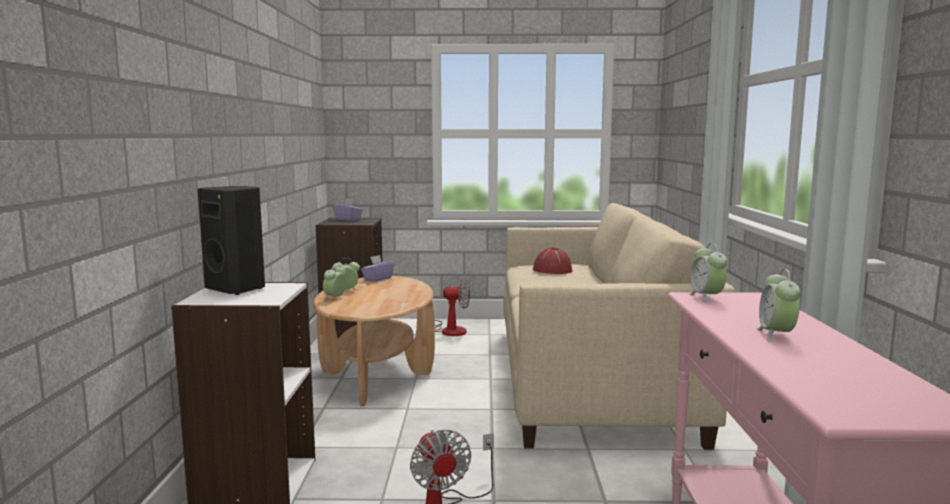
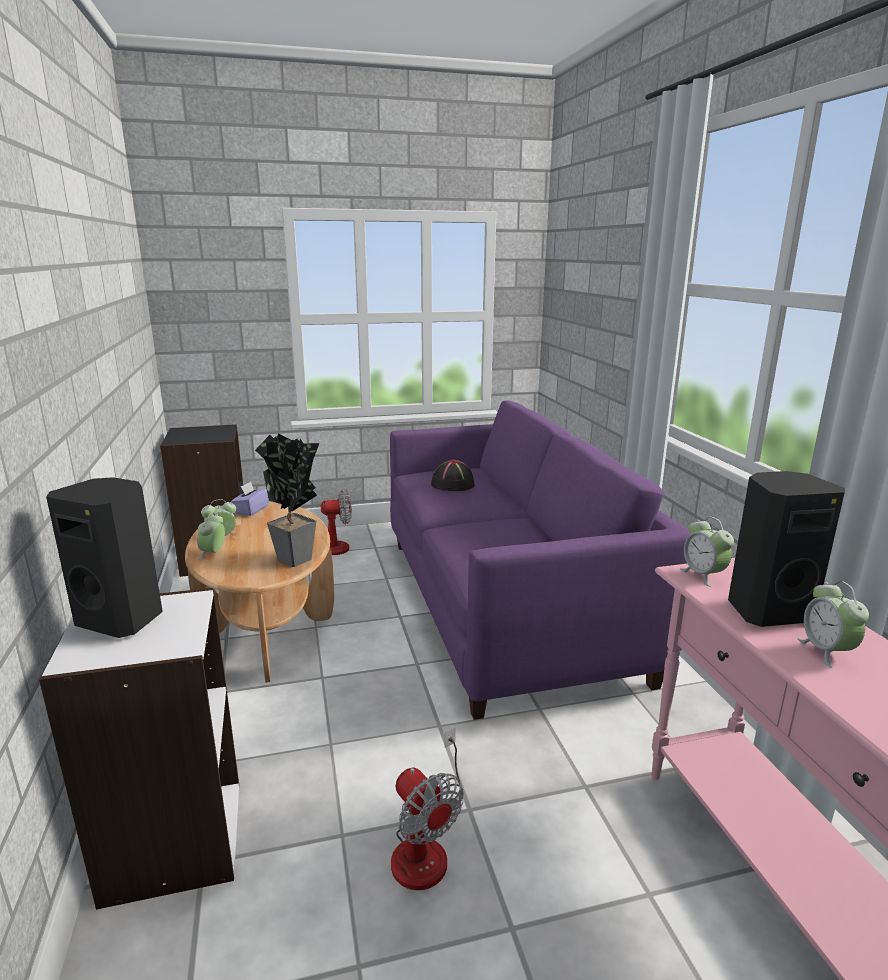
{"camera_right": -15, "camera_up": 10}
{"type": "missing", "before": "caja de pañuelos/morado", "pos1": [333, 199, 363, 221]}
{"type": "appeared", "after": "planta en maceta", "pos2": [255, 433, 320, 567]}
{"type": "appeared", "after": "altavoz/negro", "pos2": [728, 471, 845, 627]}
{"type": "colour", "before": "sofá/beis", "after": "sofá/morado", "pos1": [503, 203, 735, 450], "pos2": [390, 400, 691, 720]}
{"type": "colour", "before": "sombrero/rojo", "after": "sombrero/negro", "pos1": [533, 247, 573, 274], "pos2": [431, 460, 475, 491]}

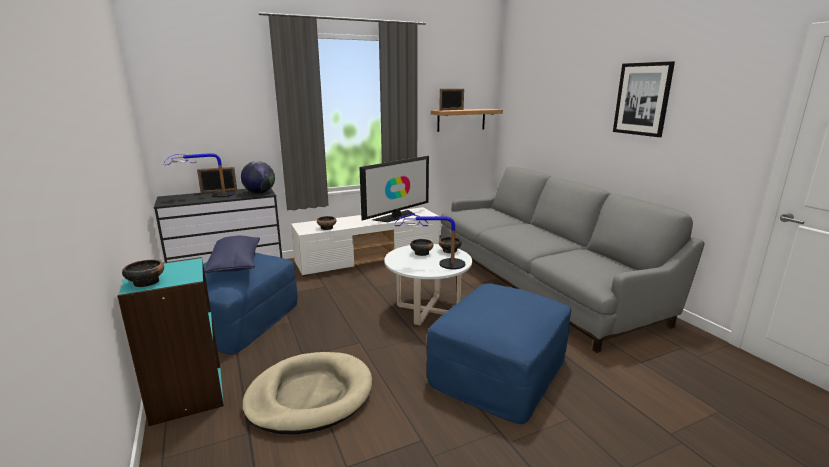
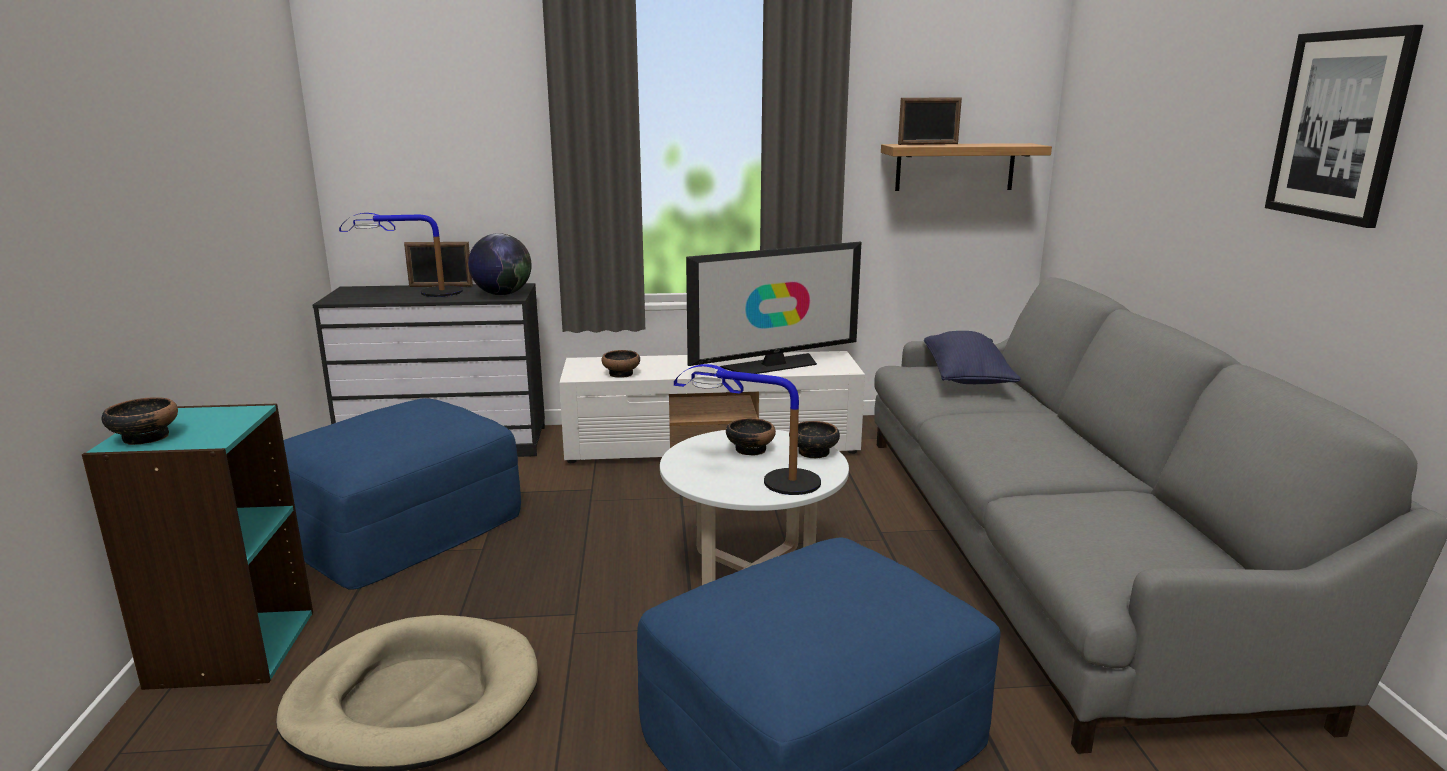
{"camera_right": 20, "camera_up": 0}
{"type": "relocated", "before": "cojín/azul", "pos1": [204, 236, 260, 273], "pos2": [924, 331, 1021, 384]}

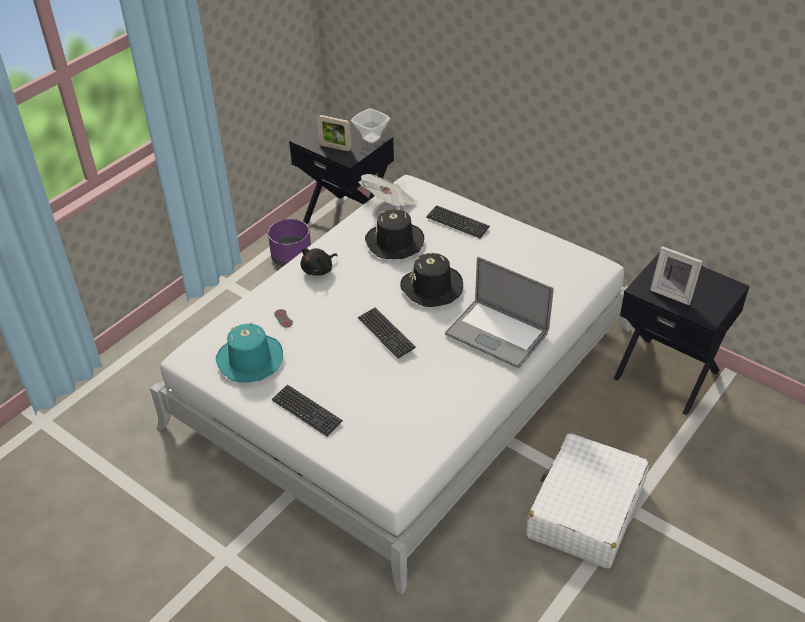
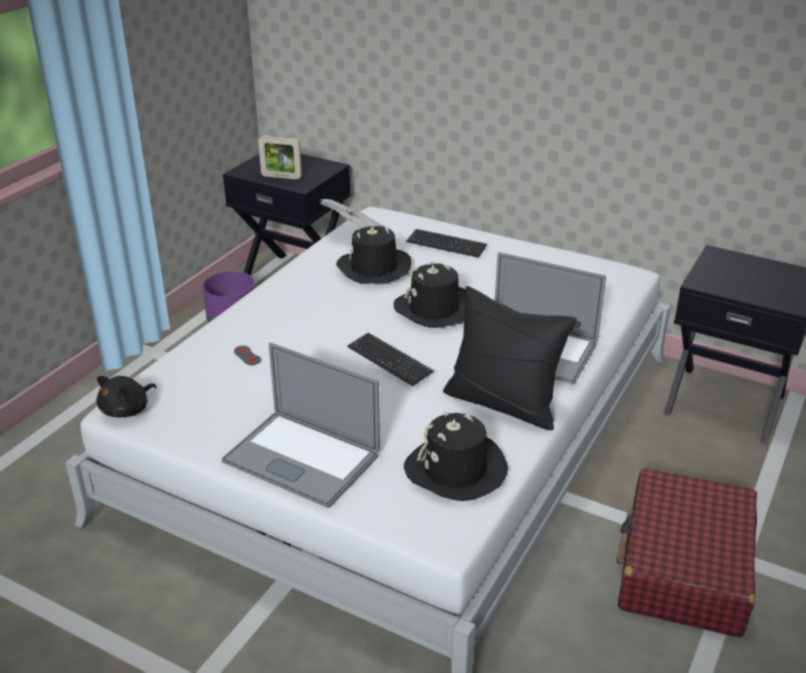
{"camera_right": -10, "camera_up": -10}
{"type": "missing", "before": "sombrero/turquesa", "pos1": [216, 322, 283, 383]}
{"type": "missing", "before": "cuenco", "pos1": [351, 108, 390, 144]}
{"type": "missing", "before": "portarretratos", "pos1": [650, 246, 703, 305]}
{"type": "appeared", "after": "sombrero/negro", "pos2": [404, 411, 508, 501]}
{"type": "appeared", "after": "cojín/negro", "pos2": [443, 286, 577, 430]}
{"type": "relocated", "before": "peluche/negro", "pos1": [300, 248, 338, 276], "pos2": [96, 376, 156, 417]}
{"type": "exchanged", "before": "teclado", "after": "portátil", "pos1": [272, 384, 343, 437], "pos2": [222, 343, 380, 508]}
{"type": "colour", "before": "maleta/blanco", "after": "maleta/rojo", "pos1": [526, 433, 649, 569], "pos2": [617, 468, 757, 637]}

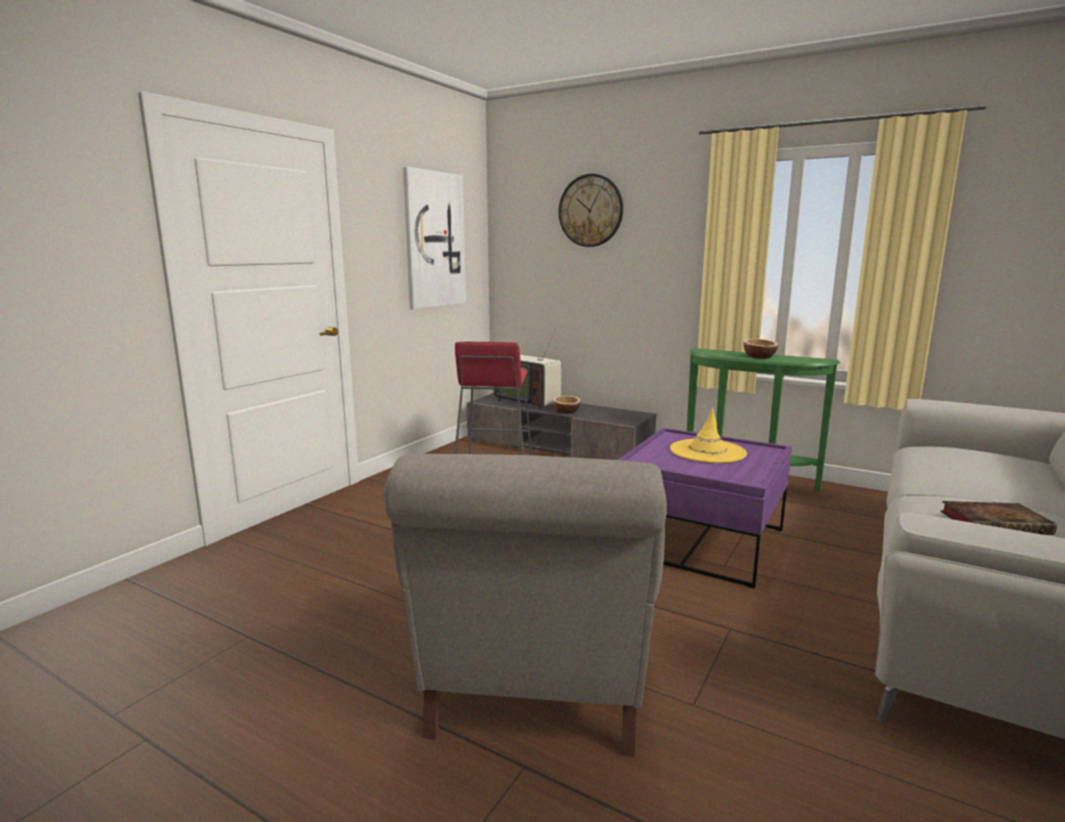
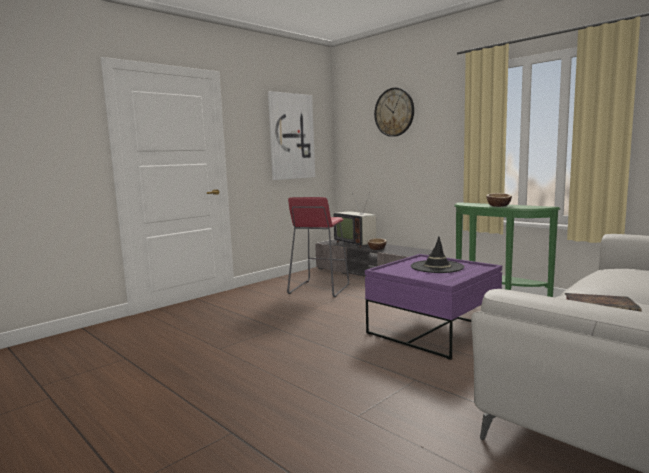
{"camera_right": 15, "camera_up": -5}
{"type": "missing", "before": "sillón/gris", "pos1": [384, 454, 667, 757]}
{"type": "colour", "before": "sombrero/amarillo", "after": "sombrero/negro", "pos1": [670, 408, 747, 463], "pos2": [411, 236, 465, 273]}

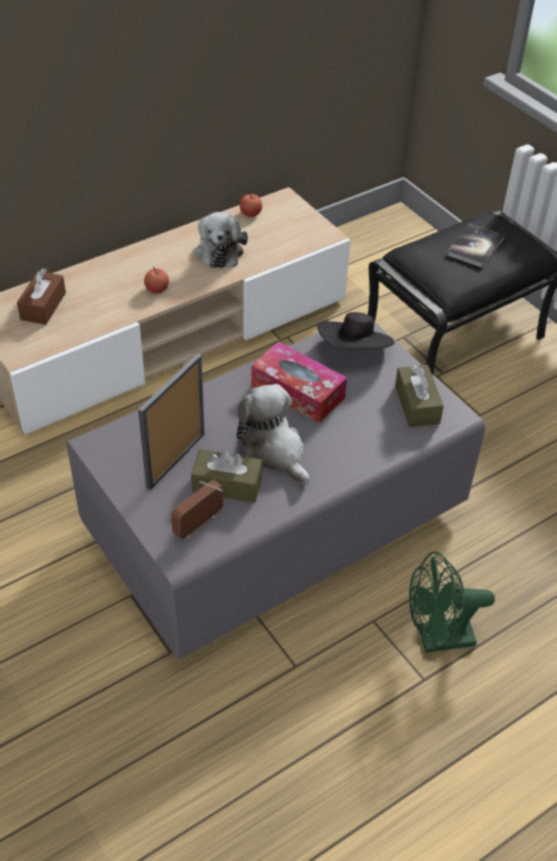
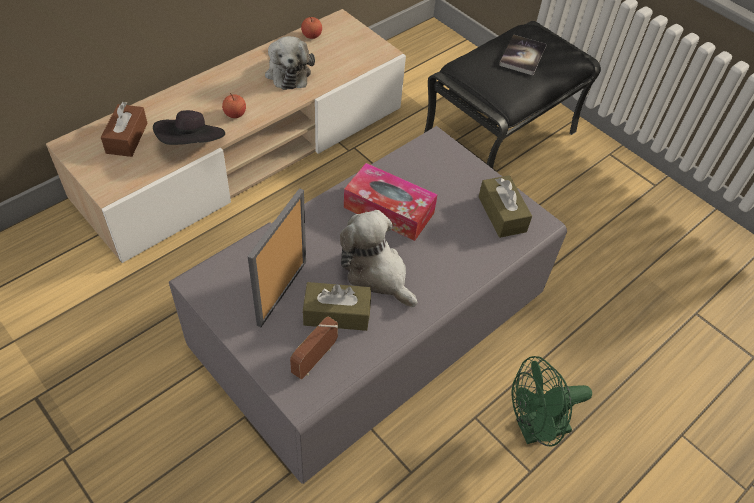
{"camera_right": -10, "camera_up": 5}
{"type": "relocated", "before": "sombrero/negro", "pos1": [317, 312, 395, 349], "pos2": [153, 110, 225, 145]}

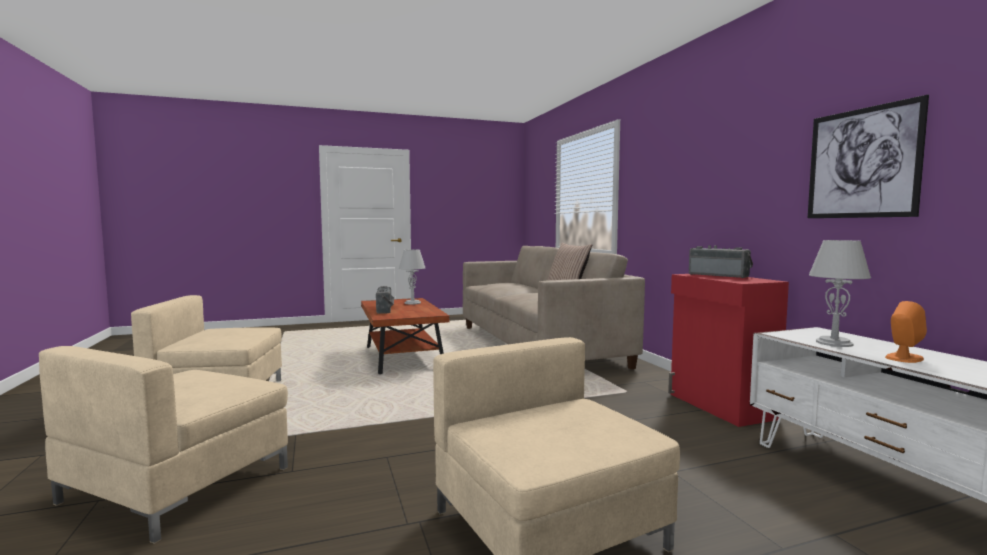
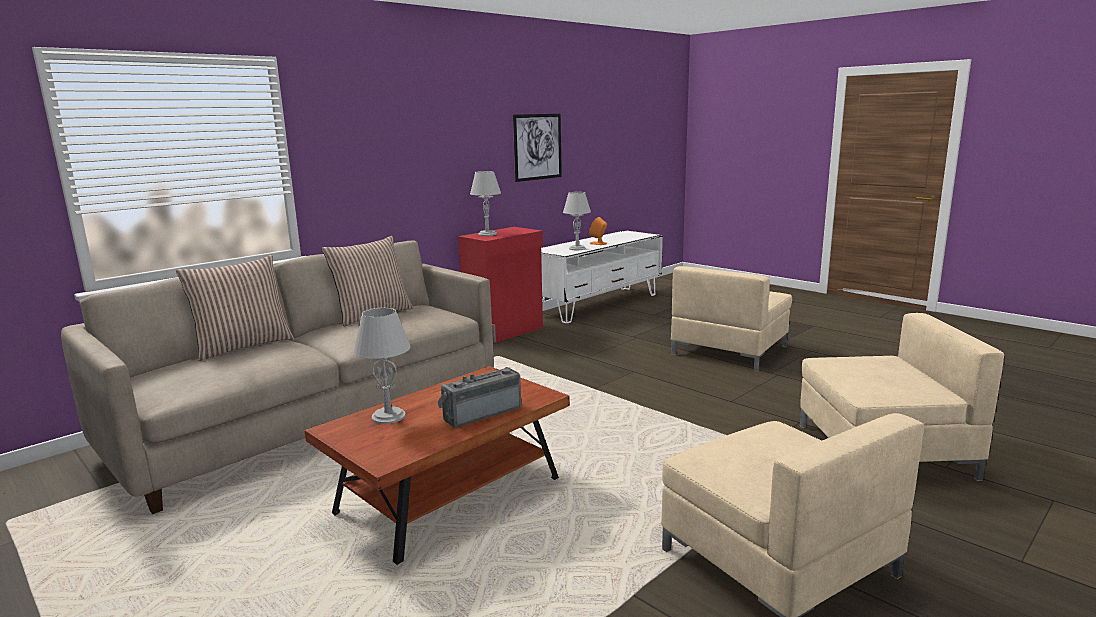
{"camera_right": -115, "camera_up": 10}
{"type": "appeared", "after": "cojín", "pos2": [176, 255, 294, 361]}
{"type": "exchanged", "before": "radio", "after": "lámpara de mesa/gris", "pos1": [689, 245, 753, 278], "pos2": [470, 171, 501, 236]}

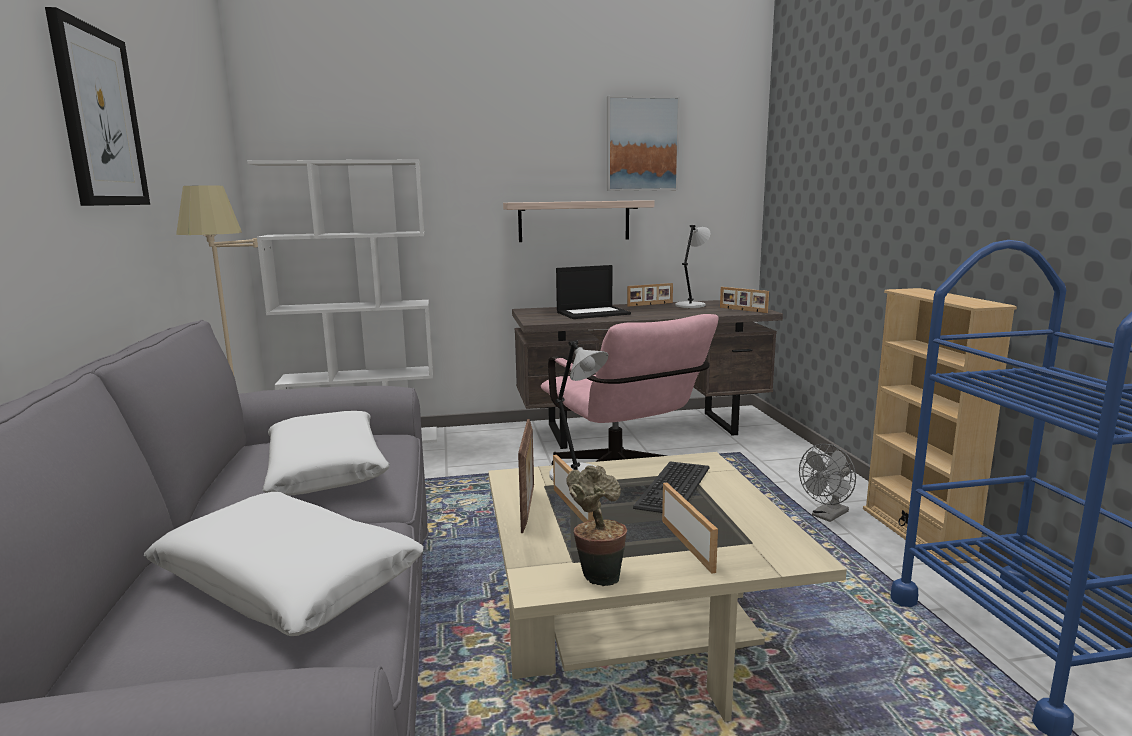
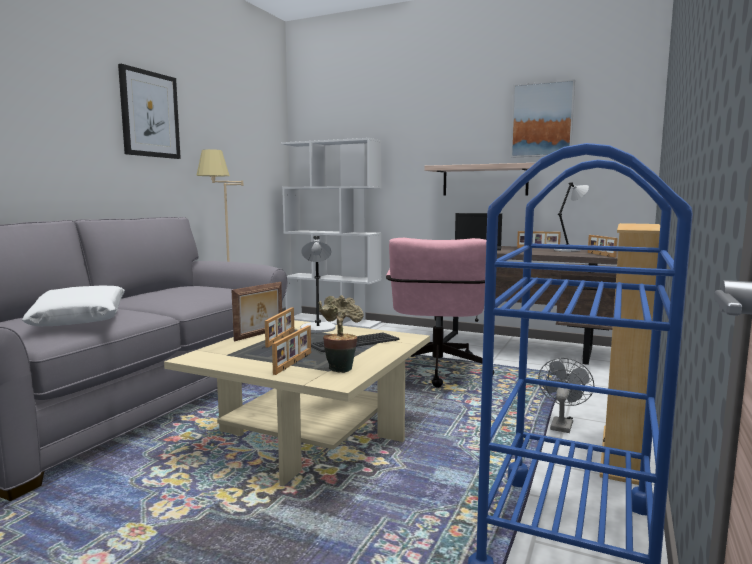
{"camera_right": 35, "camera_up": -5}
{"type": "missing", "before": "cojín/blanco", "pos1": [263, 411, 390, 495]}
{"type": "relocated", "before": "planta en maceta", "pos1": [566, 465, 627, 586], "pos2": [319, 295, 364, 373]}
{"type": "spun", "before": "ventilador/gris", "pos1": [799, 444, 856, 522], "pos2": [538, 358, 594, 433], "turn": 120}

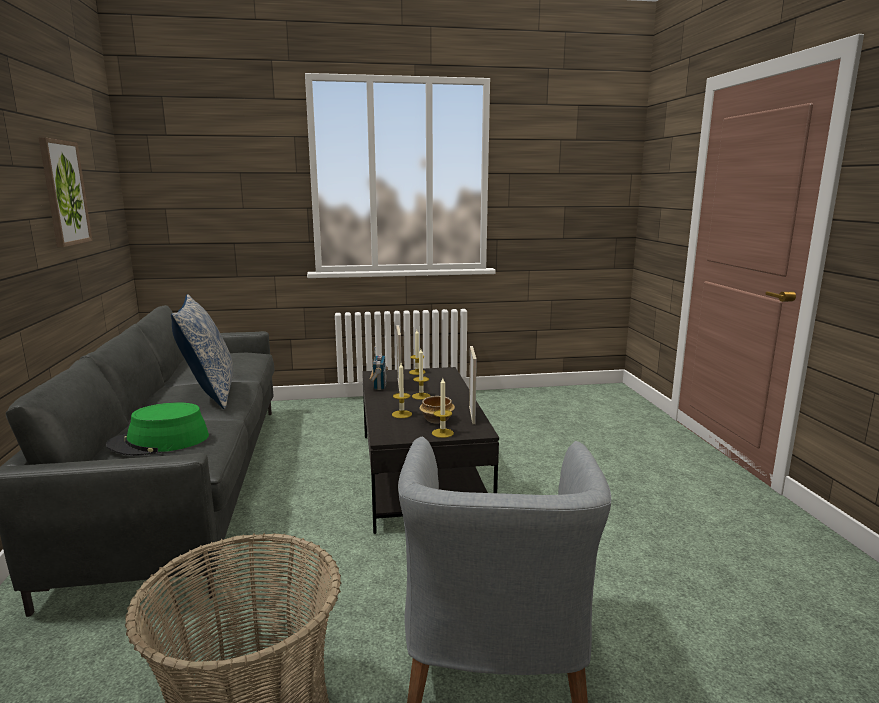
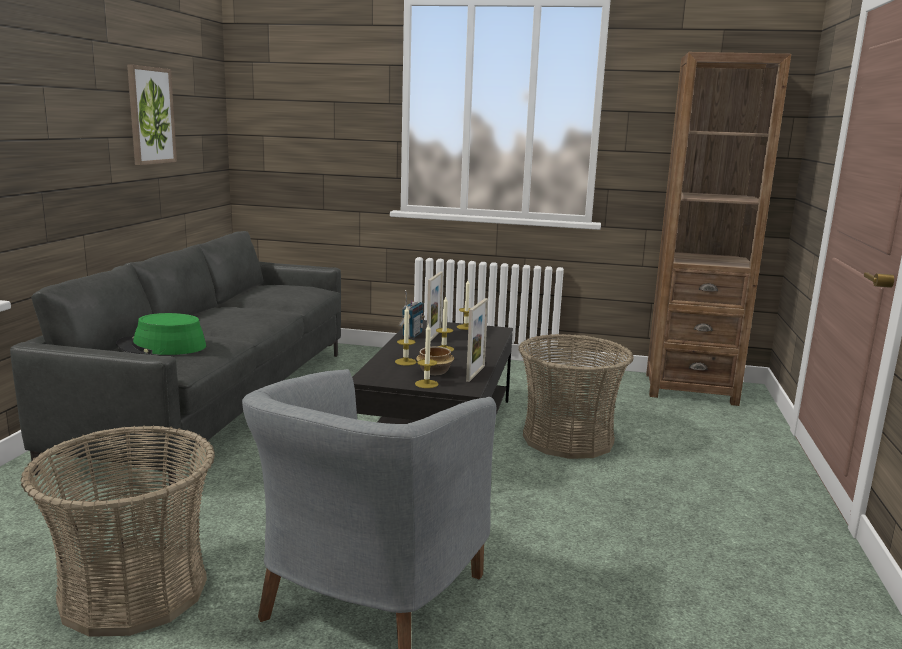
{"camera_right": 20, "camera_up": 0}
{"type": "missing", "before": "cojín", "pos1": [171, 294, 233, 409]}
{"type": "appeared", "after": "cesta", "pos2": [519, 334, 634, 459]}
{"type": "appeared", "after": "estantería/marrón", "pos2": [646, 52, 791, 406]}

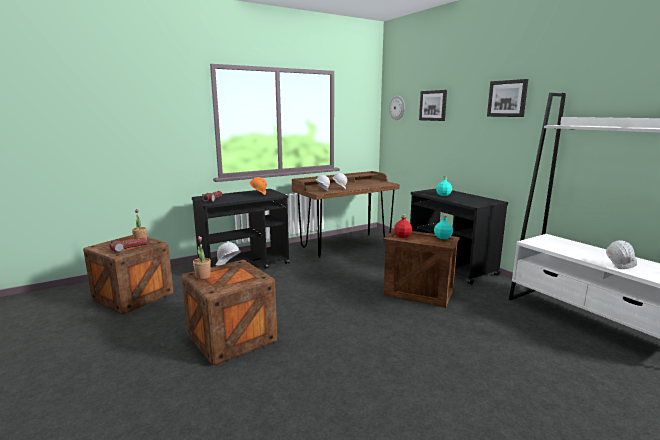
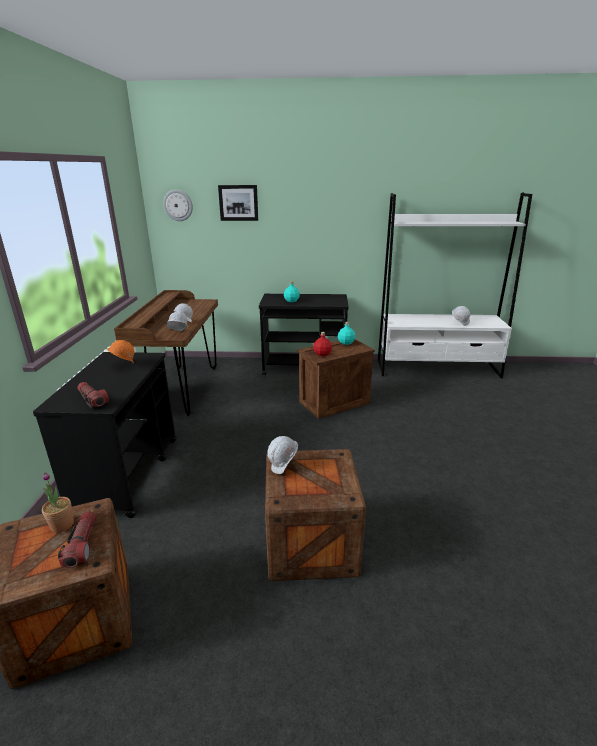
{"camera_right": -55, "camera_up": 10}
{"type": "missing", "before": "planta en maceta", "pos1": [193, 236, 211, 279]}
{"type": "missing", "before": "cuadro", "pos1": [487, 79, 528, 117]}

